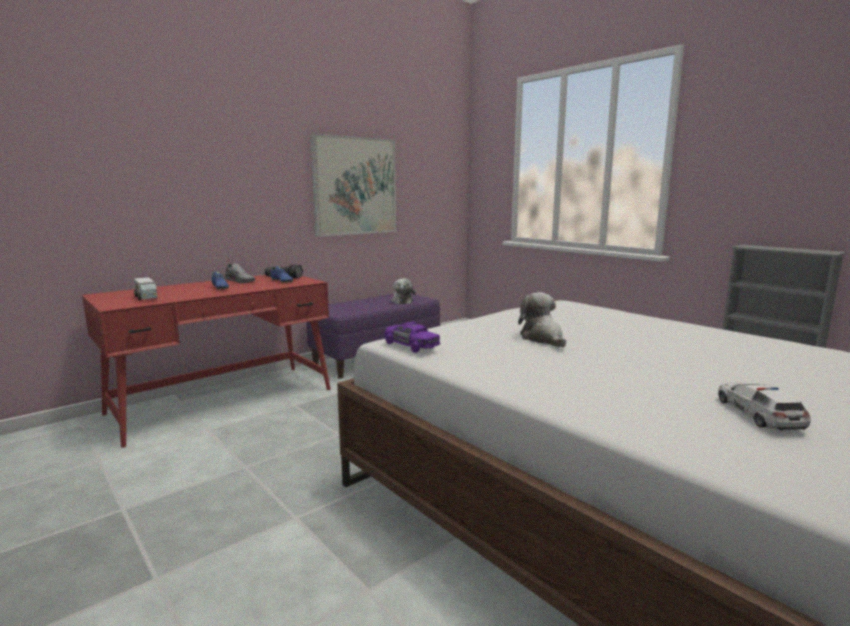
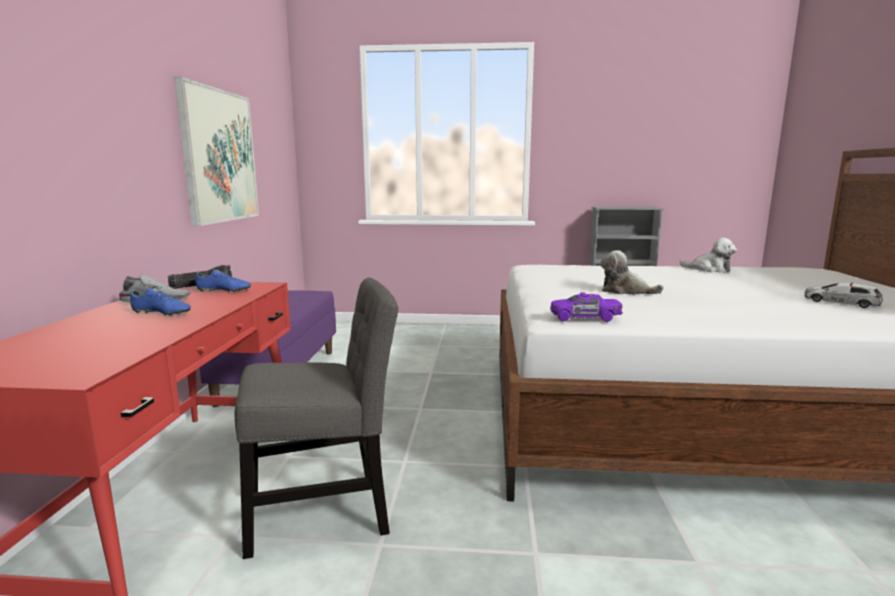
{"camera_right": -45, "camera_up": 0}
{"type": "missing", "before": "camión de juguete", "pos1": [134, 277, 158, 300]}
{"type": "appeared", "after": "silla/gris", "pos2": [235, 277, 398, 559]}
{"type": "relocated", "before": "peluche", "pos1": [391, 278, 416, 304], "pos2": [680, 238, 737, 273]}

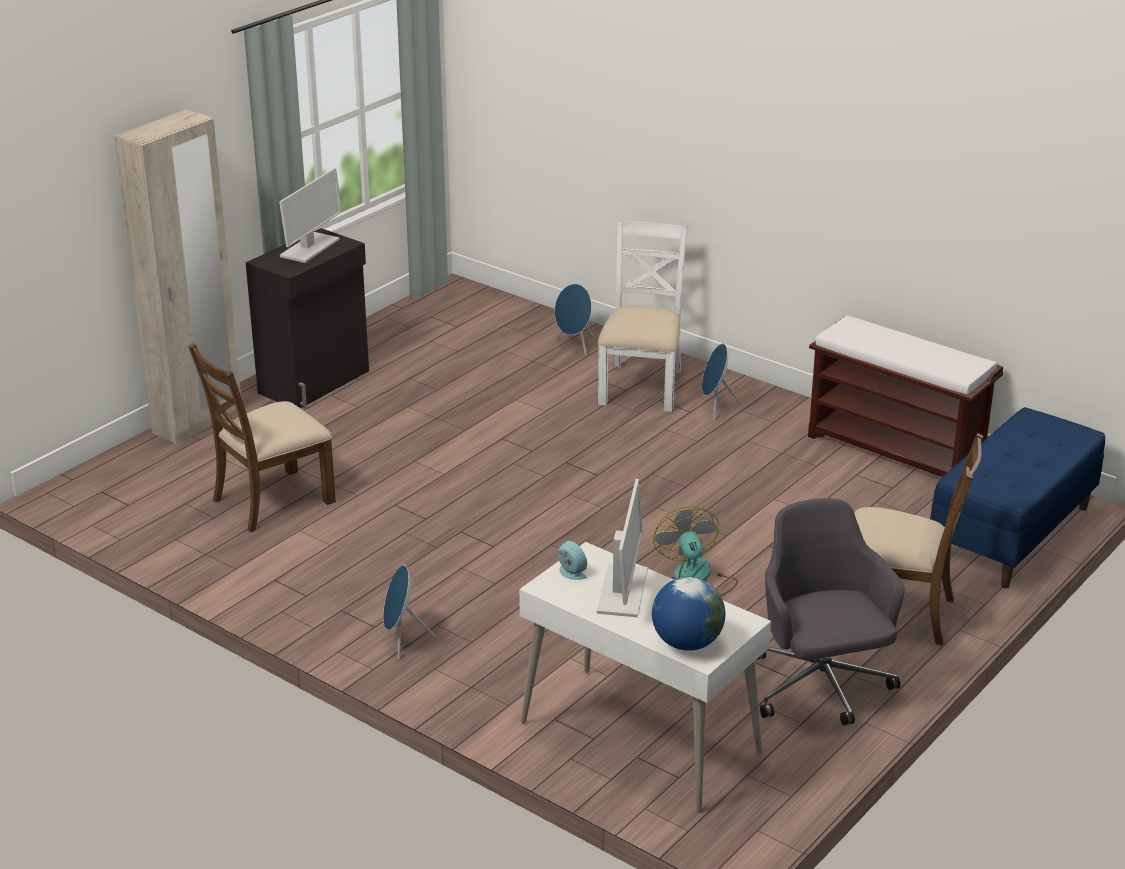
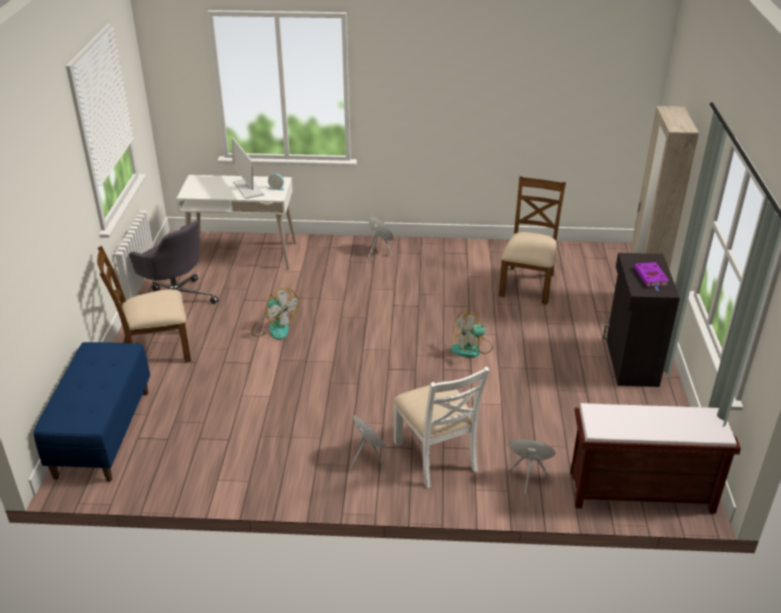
{"camera_right": 145, "camera_up": 5}
{"type": "missing", "before": "globo terráqueo", "pos1": [652, 577, 725, 651]}
{"type": "appeared", "after": "ventilador", "pos2": [451, 311, 493, 358]}
{"type": "relocated", "before": "banco/marrón", "pos1": [808, 315, 1003, 477], "pos2": [570, 403, 741, 514]}
{"type": "exchanged", "before": "monitor", "after": "libro/morado", "pos1": [279, 168, 342, 263], "pos2": [634, 262, 669, 291]}

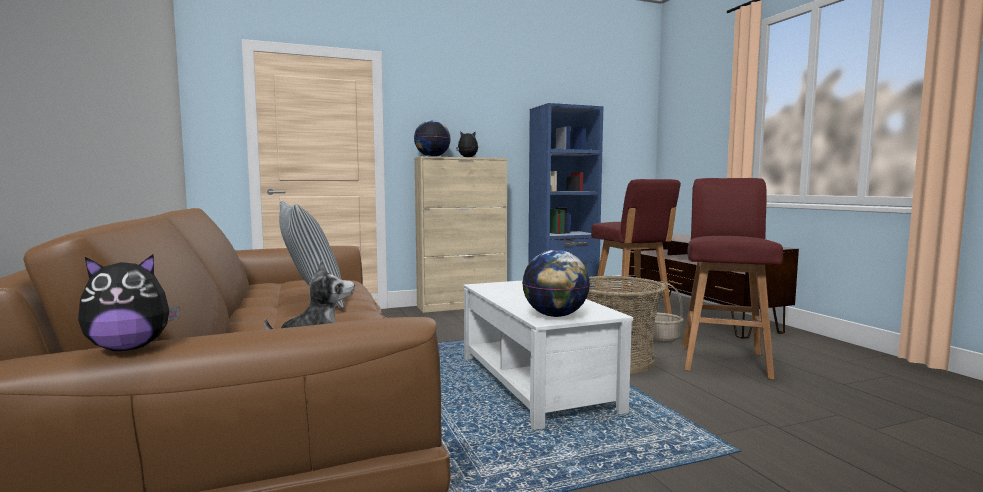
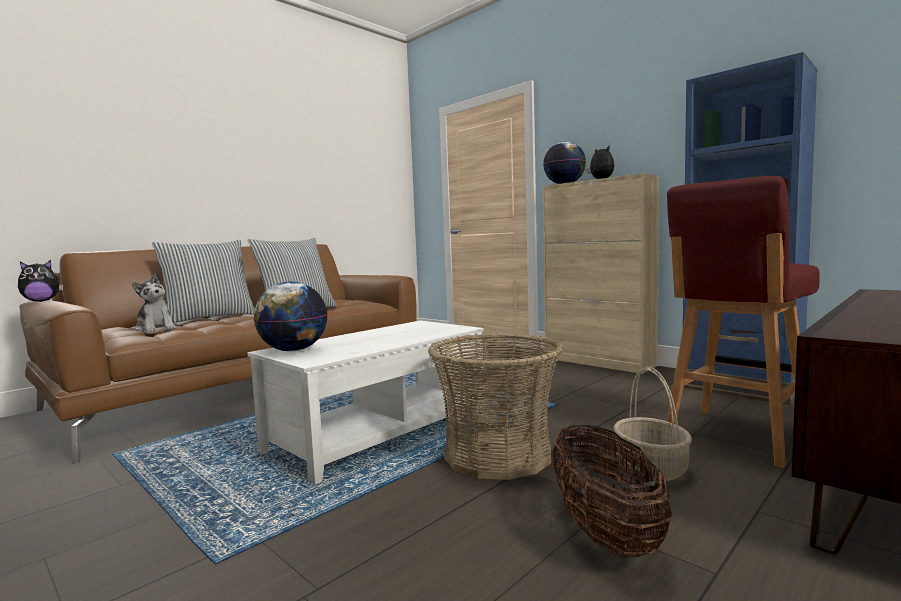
{"camera_right": 65, "camera_up": 0}
{"type": "appeared", "after": "cojín", "pos2": [152, 240, 255, 323]}
{"type": "exchanged", "before": "taburete/rojo", "after": "cesta", "pos1": [682, 178, 783, 379], "pos2": [552, 425, 672, 558]}
{"type": "spun", "before": "peluche", "pos1": [78, 254, 180, 351], "pos2": [18, 260, 63, 302], "turn": -75}

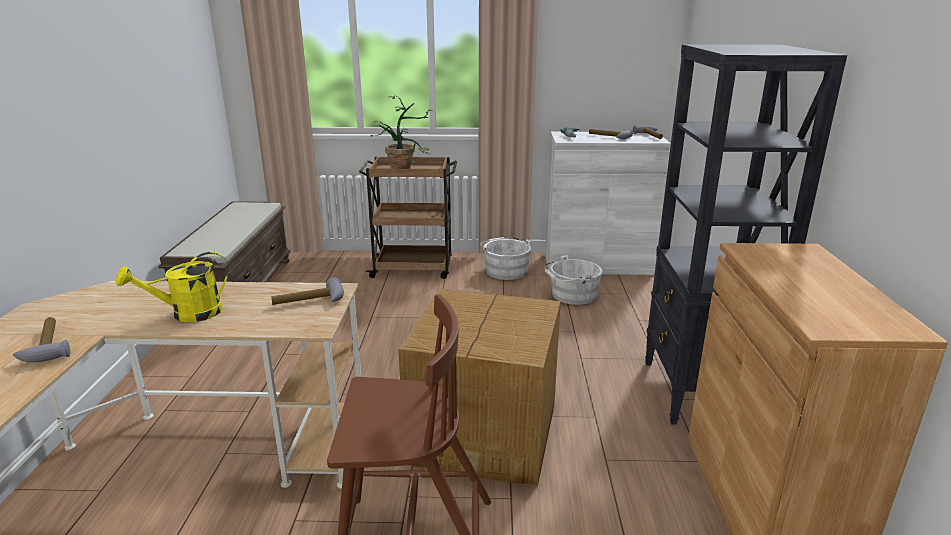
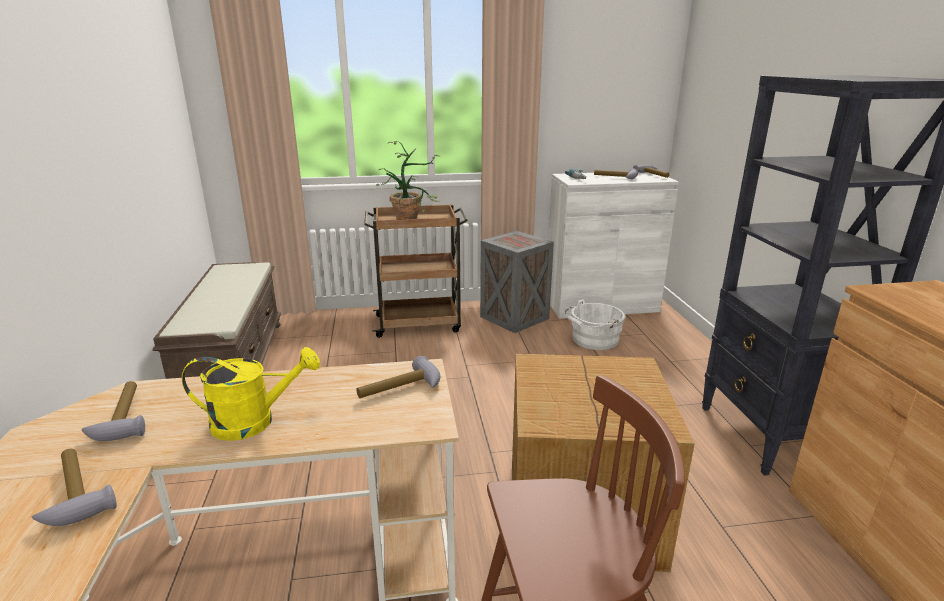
{"camera_right": -10, "camera_up": 0}
{"type": "appeared", "after": "martillo", "pos2": [81, 381, 145, 441]}
{"type": "exchanged", "before": "cubo/blanco", "after": "caja de embalaje", "pos1": [481, 237, 531, 280], "pos2": [480, 231, 554, 333]}
{"type": "spun", "before": "regadera/amarillo", "pos1": [116, 252, 228, 322], "pos2": [182, 347, 320, 441], "turn": -150}

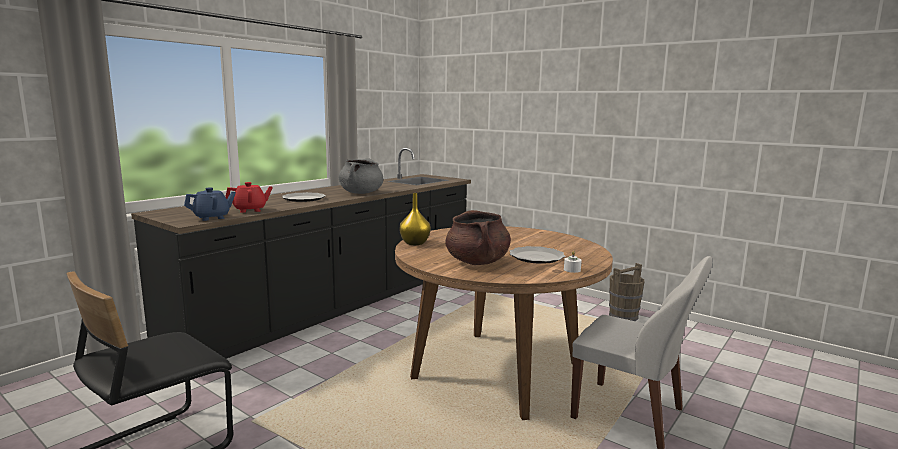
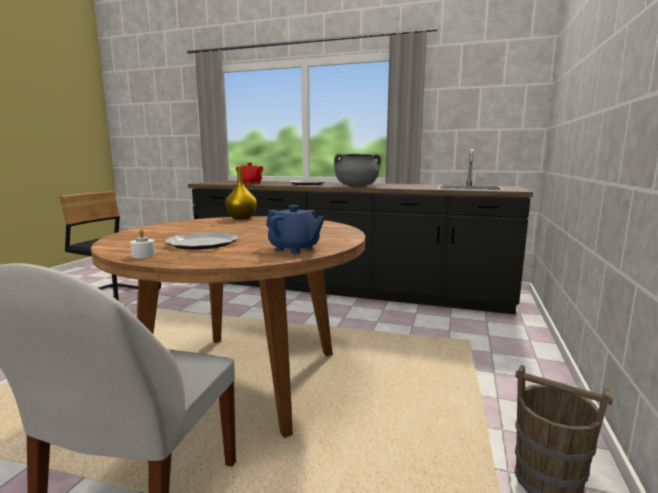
{"camera_right": 70, "camera_up": 0}
{"type": "missing", "before": "olla/marrón", "pos1": [445, 210, 511, 265]}
{"type": "relocated", "before": "tetera/azul", "pos1": [184, 188, 236, 221], "pos2": [266, 205, 325, 254]}

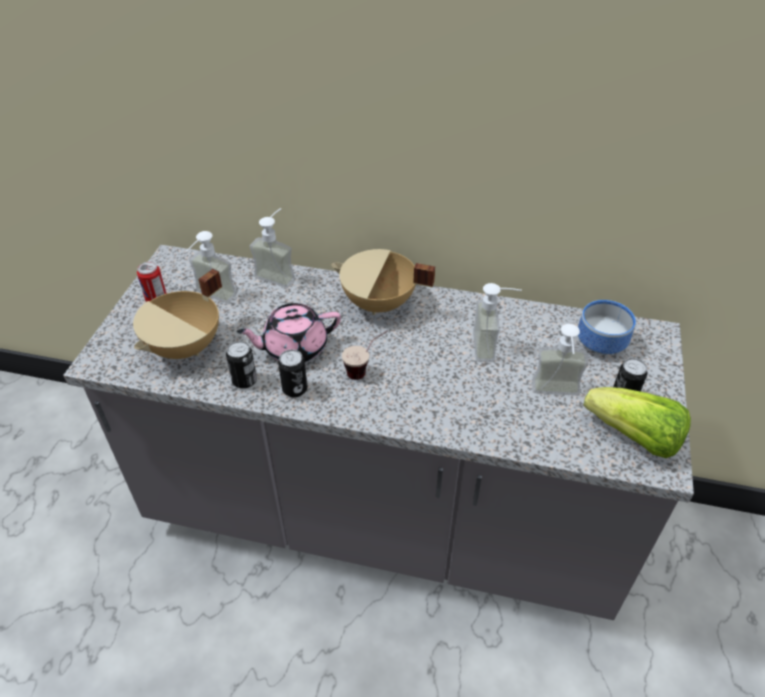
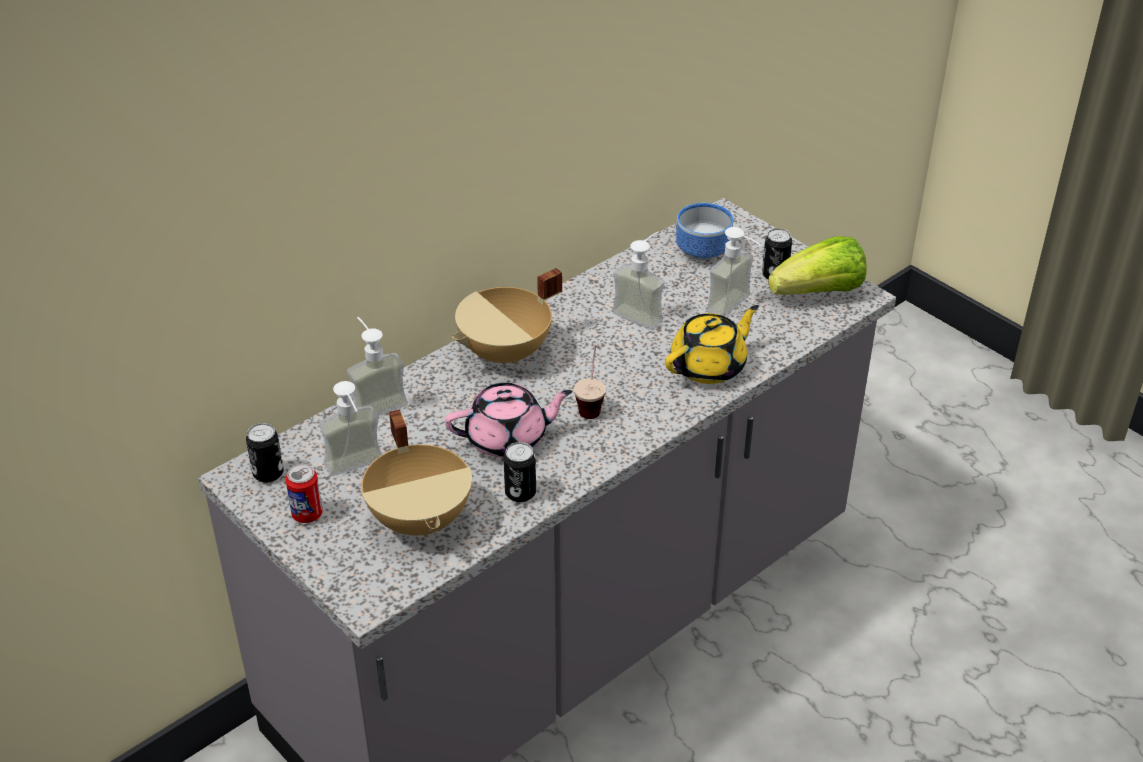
{"camera_right": -55, "camera_up": -5}
{"type": "appeared", "after": "tetera/amarillo", "pos2": [665, 305, 759, 384]}
{"type": "relocated", "before": "lata", "pos1": [278, 349, 308, 397], "pos2": [246, 423, 284, 483]}
{"type": "spun", "before": "tetera/rosa", "pos1": [236, 303, 341, 362], "pos2": [445, 383, 573, 458], "turn": -120}

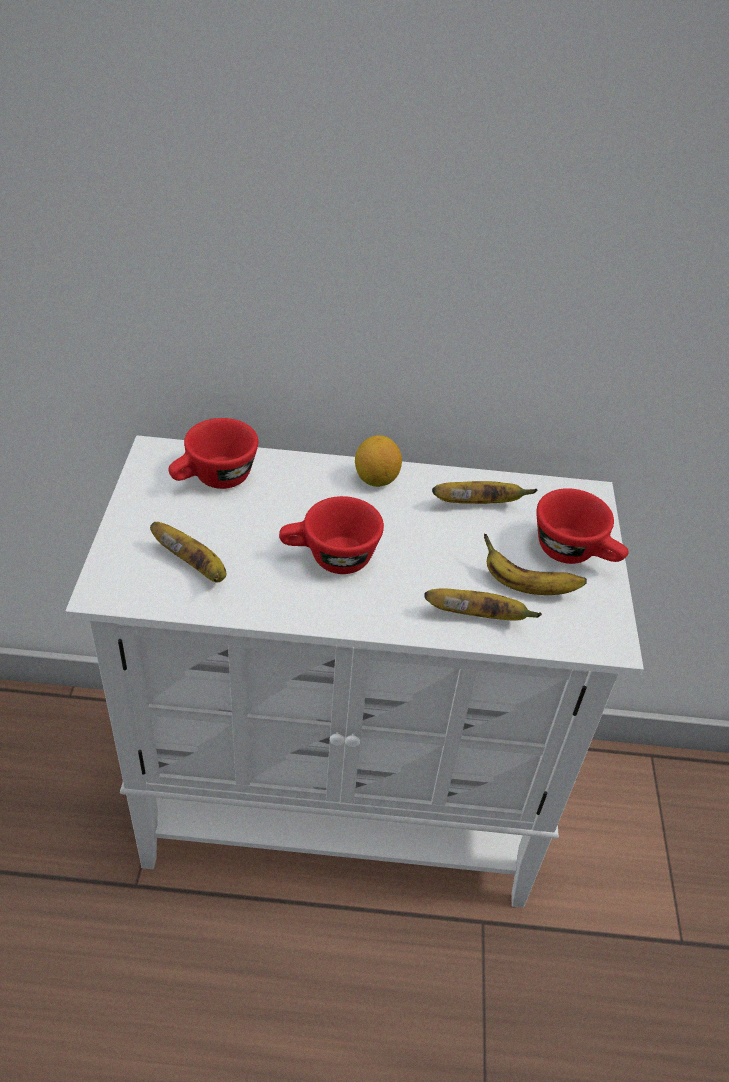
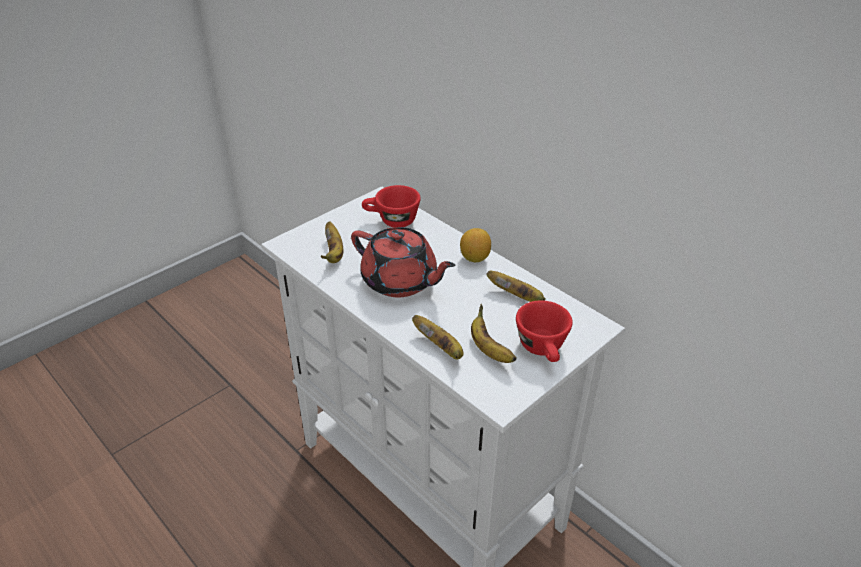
{"camera_right": 45, "camera_up": -5}
{"type": "exchanged", "before": "taza/rojo", "after": "tetera/rojo", "pos1": [279, 496, 384, 574], "pos2": [351, 227, 456, 297]}

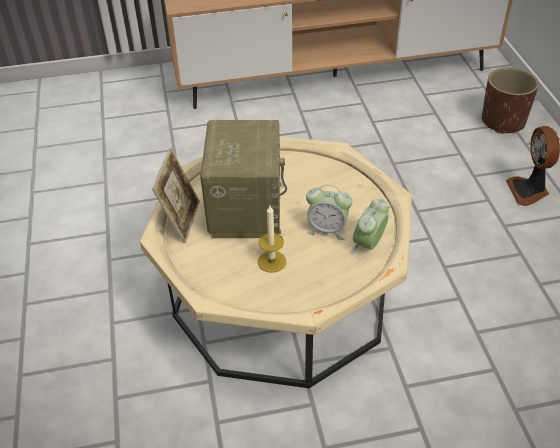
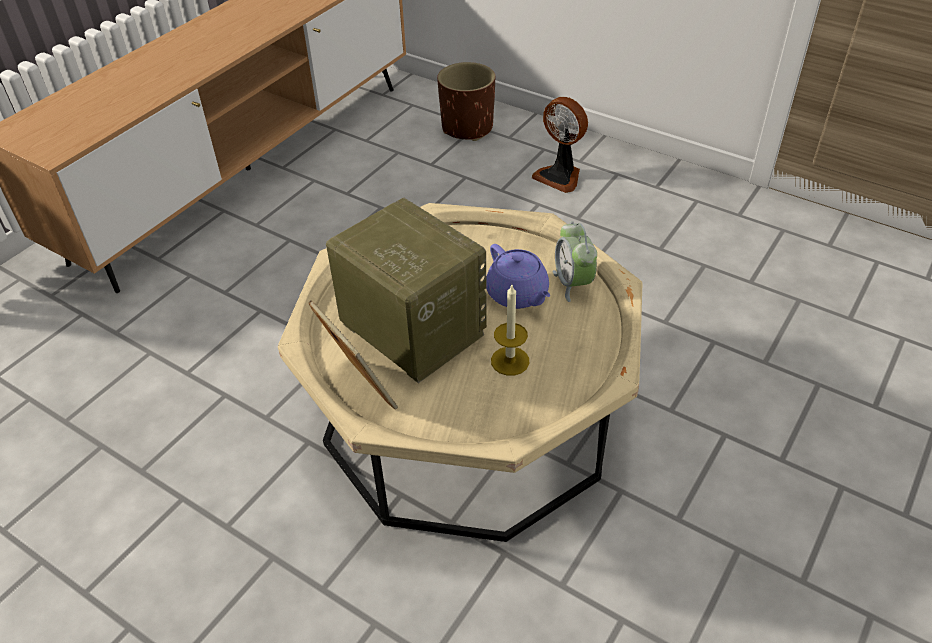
{"camera_right": -45, "camera_up": 0}
{"type": "exchanged", "before": "despertador", "after": "tetera/morado", "pos1": [306, 185, 353, 240], "pos2": [486, 244, 550, 309]}

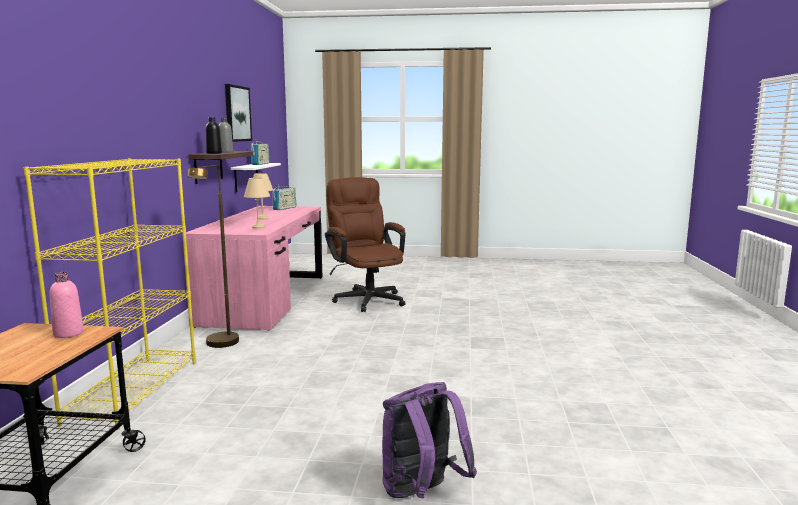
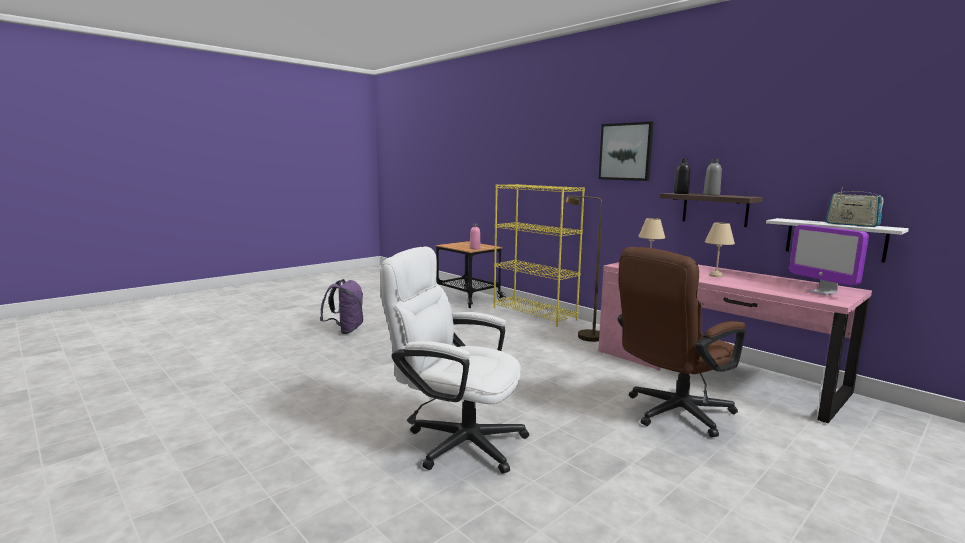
{"camera_right": 130, "camera_up": 0}
{"type": "appeared", "after": "silla de oficina/blanco", "pos2": [380, 246, 529, 474]}
{"type": "relocated", "before": "cuadro", "pos1": [225, 84, 252, 142], "pos2": [598, 122, 654, 181]}
{"type": "exchanged", "before": "radio", "after": "monitor", "pos1": [273, 186, 297, 210], "pos2": [790, 225, 869, 295]}
{"type": "spun", "before": "silla de oficina/marrón", "pos1": [325, 177, 406, 312], "pos2": [618, 247, 746, 437], "turn": 135}

